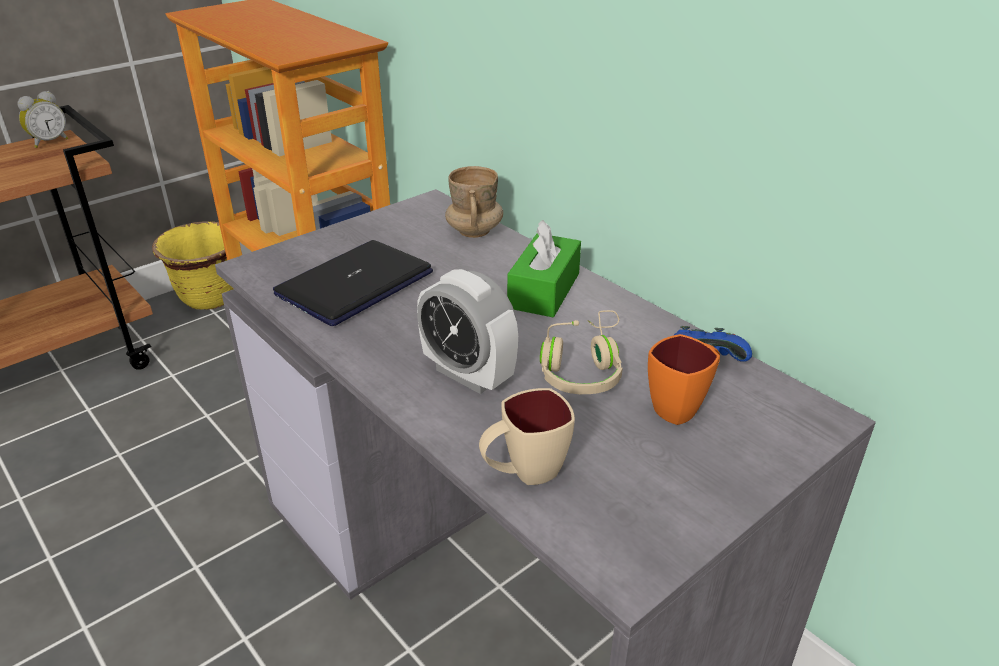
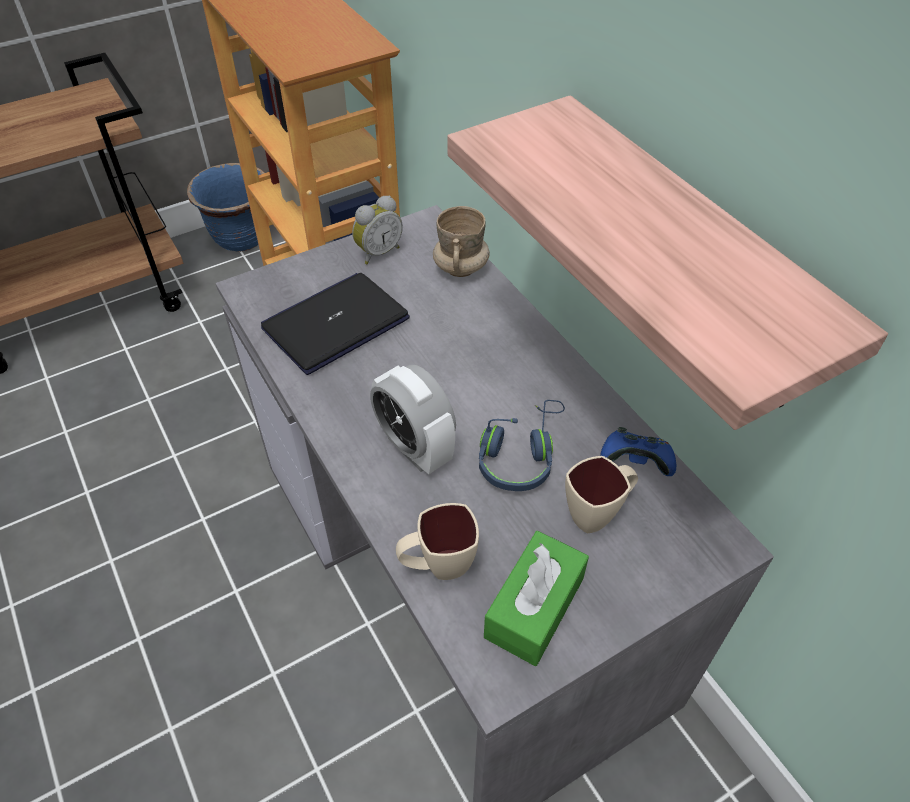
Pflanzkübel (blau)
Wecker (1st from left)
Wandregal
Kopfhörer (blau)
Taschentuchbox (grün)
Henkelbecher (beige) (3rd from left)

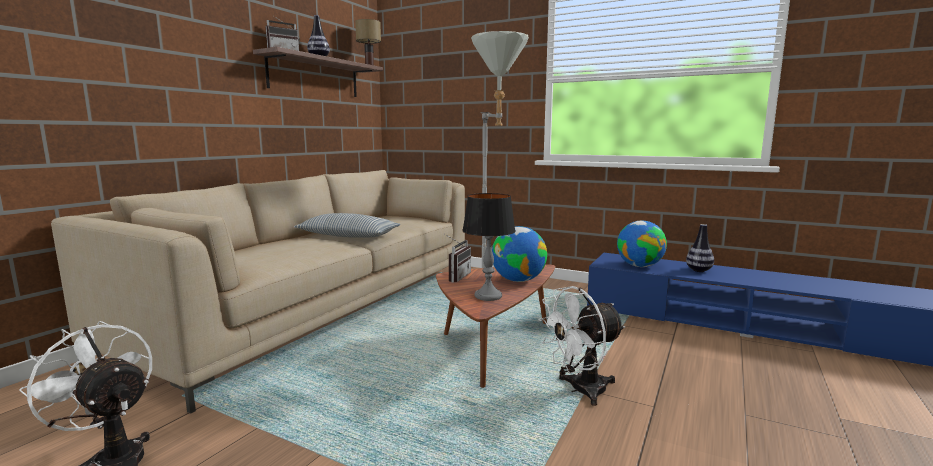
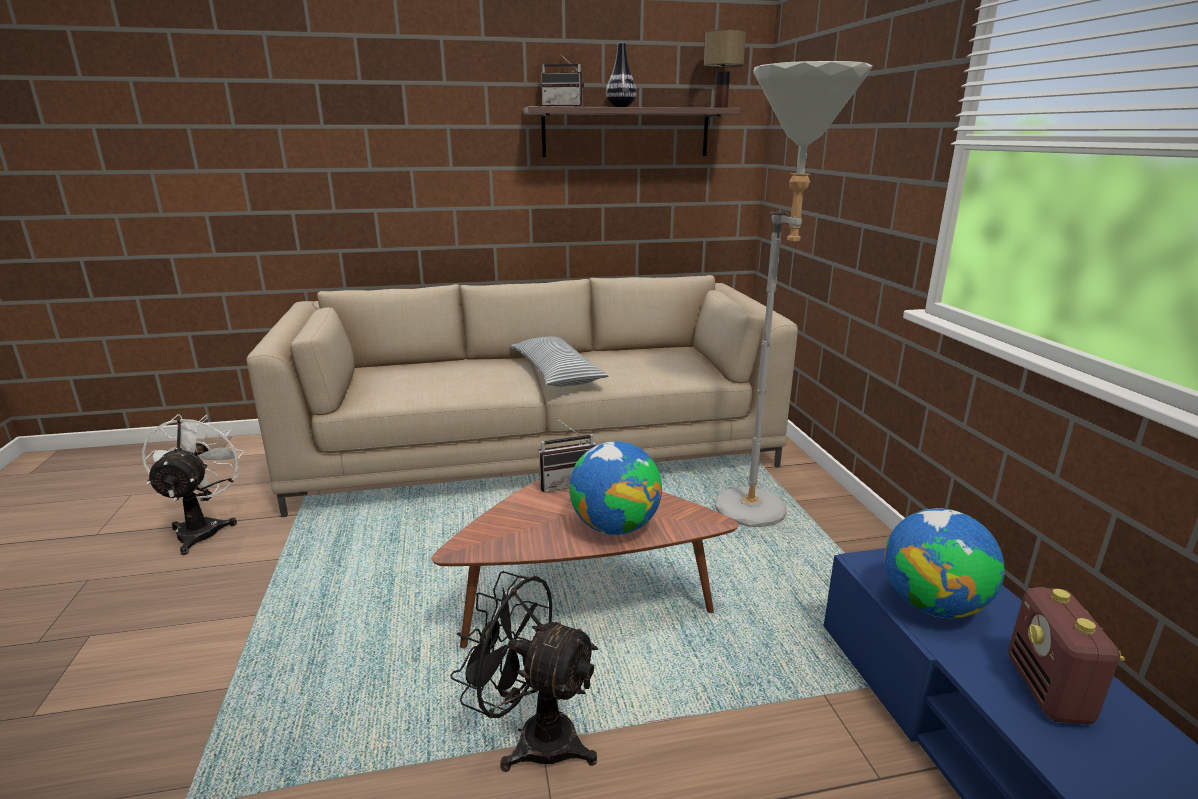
Ventilator (schwarz)
Radio (3rd from left)
Tischlampe (2nd from left in the first image)

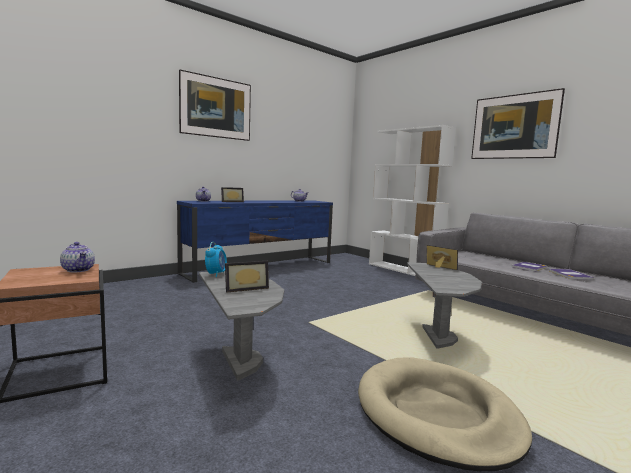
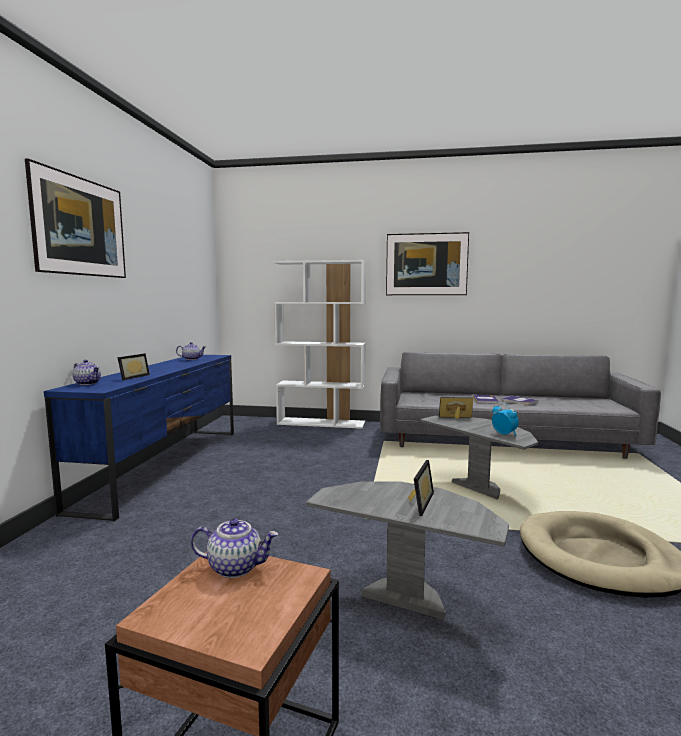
Wecker

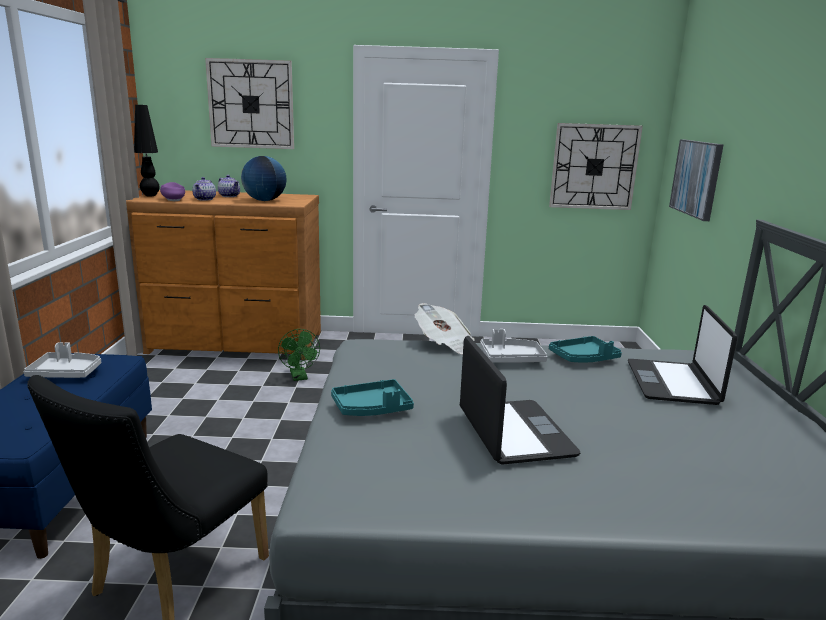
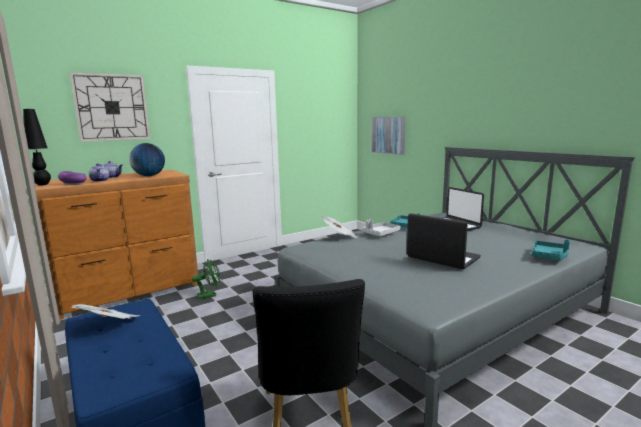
Zeitung (1st from left)
Ventilator (grün)
Tablett (türkis) (2nd from left)
Wanduhr (2nd from left in the first image)

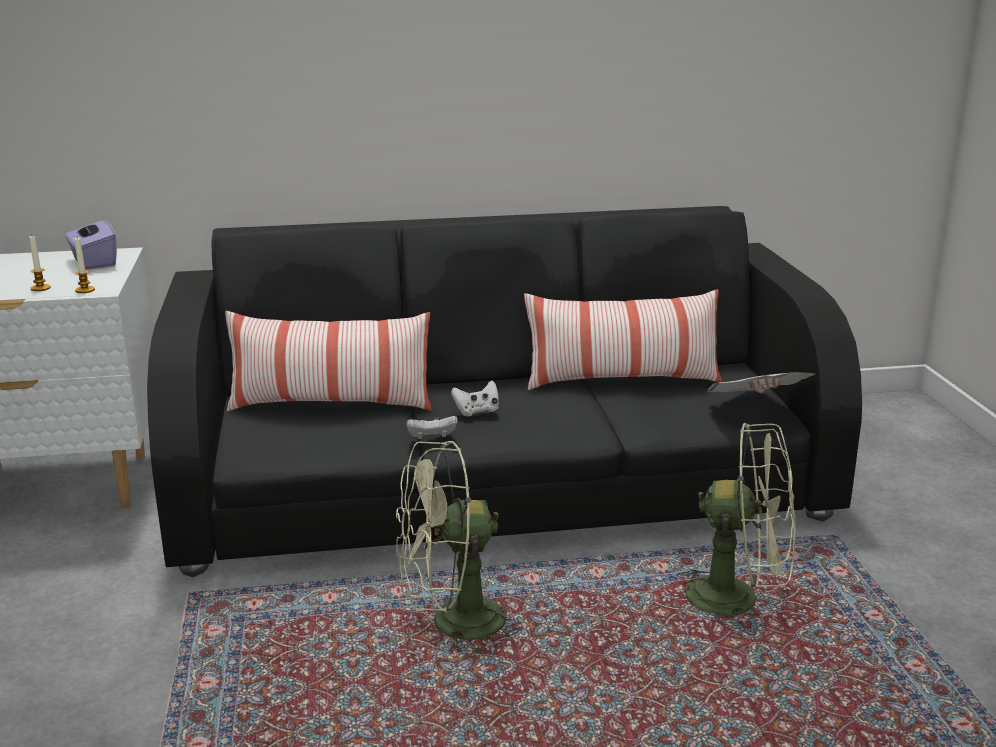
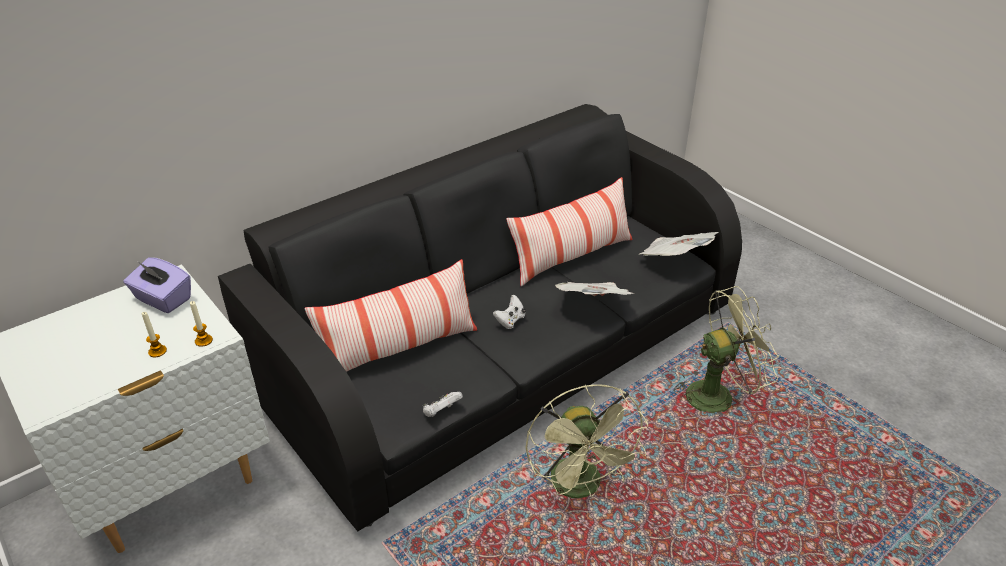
Gamepad (weiß) (1st from left)
Ventilator (grün) (1st from left)
Zeitung (1st from left)

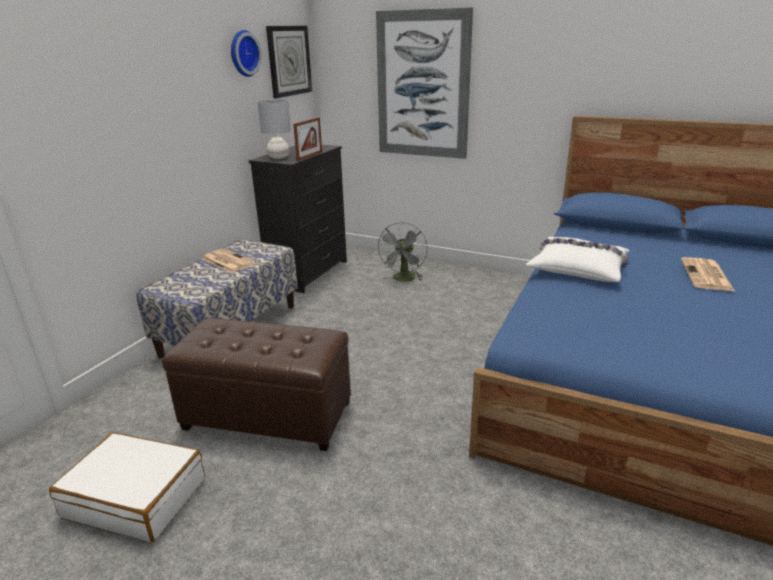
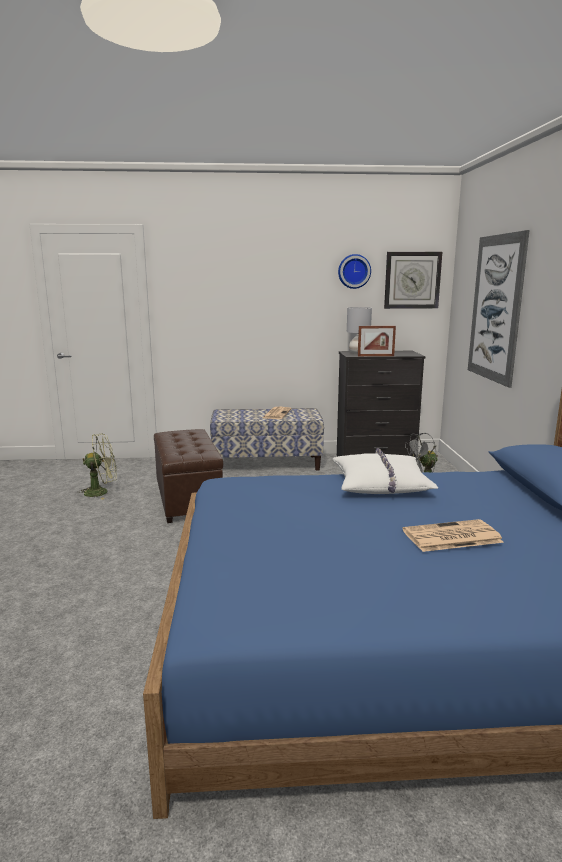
Ventilator (grün)

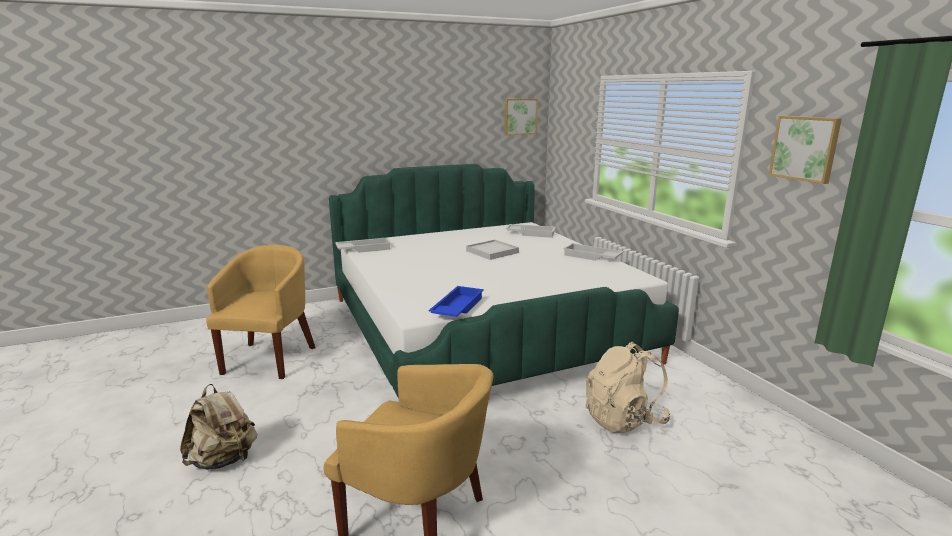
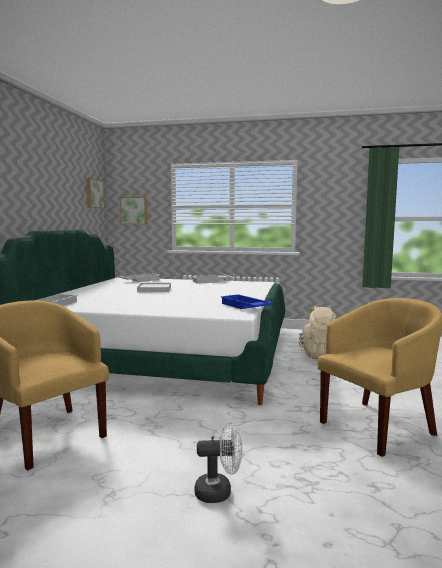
Bild (2nd from left)
Ventilator (weiß)

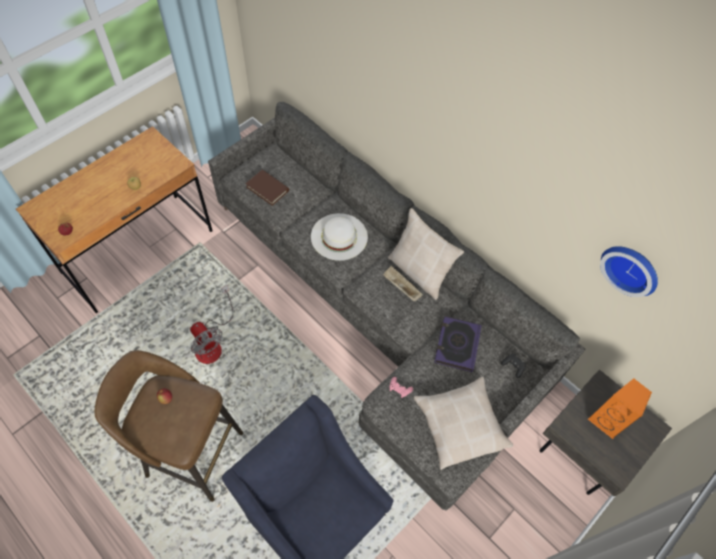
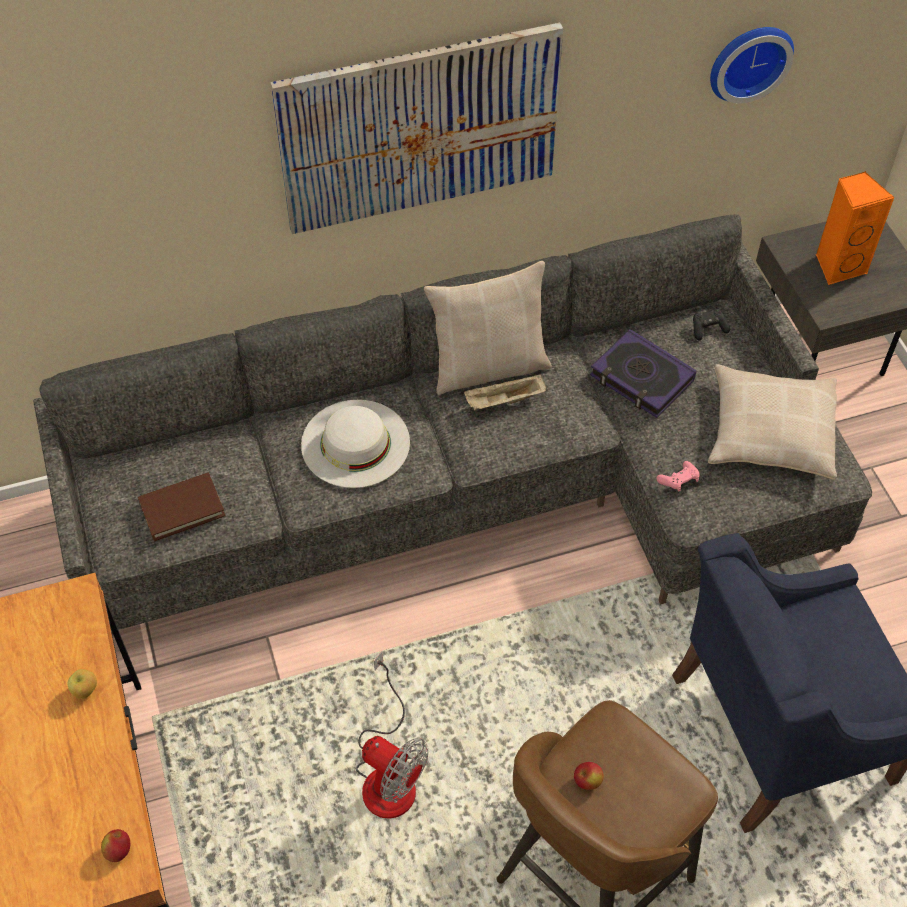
Bild
Ventilator

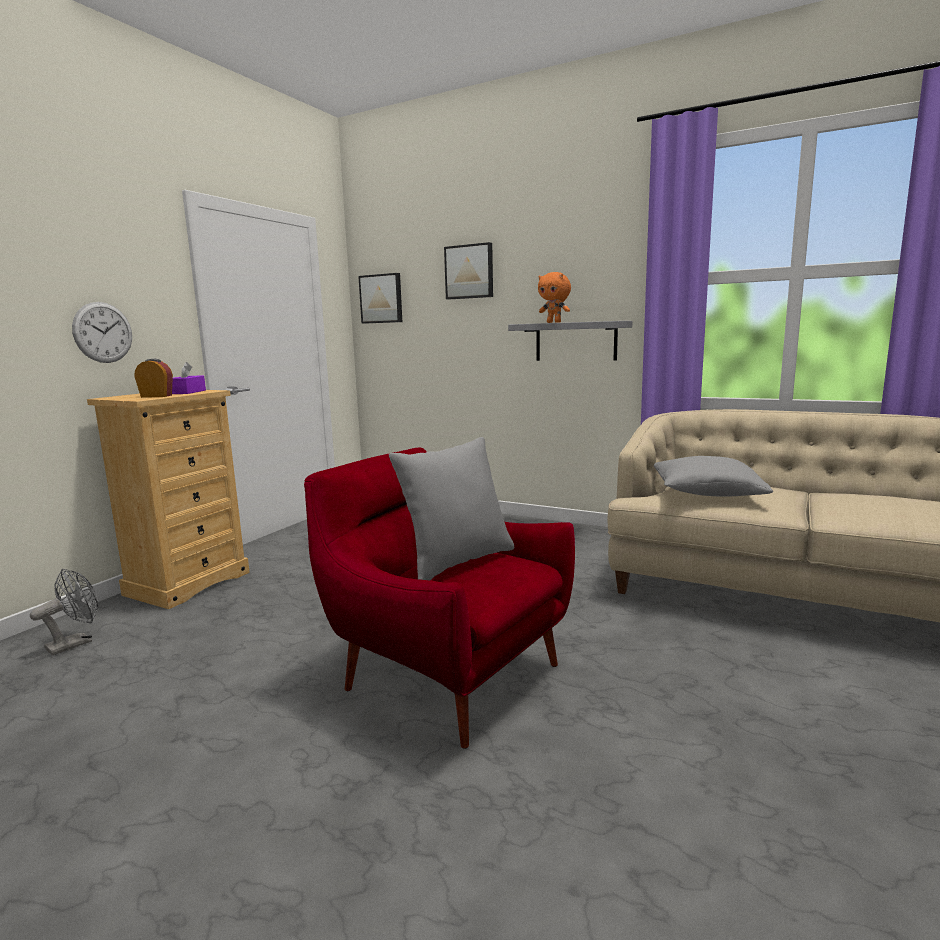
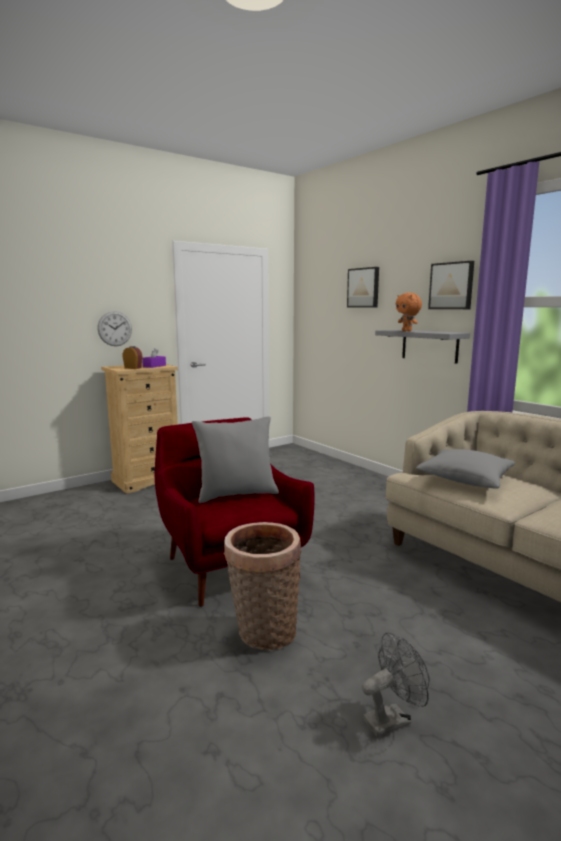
Korb
Ventilator (grau)
Bild (2nd from left)

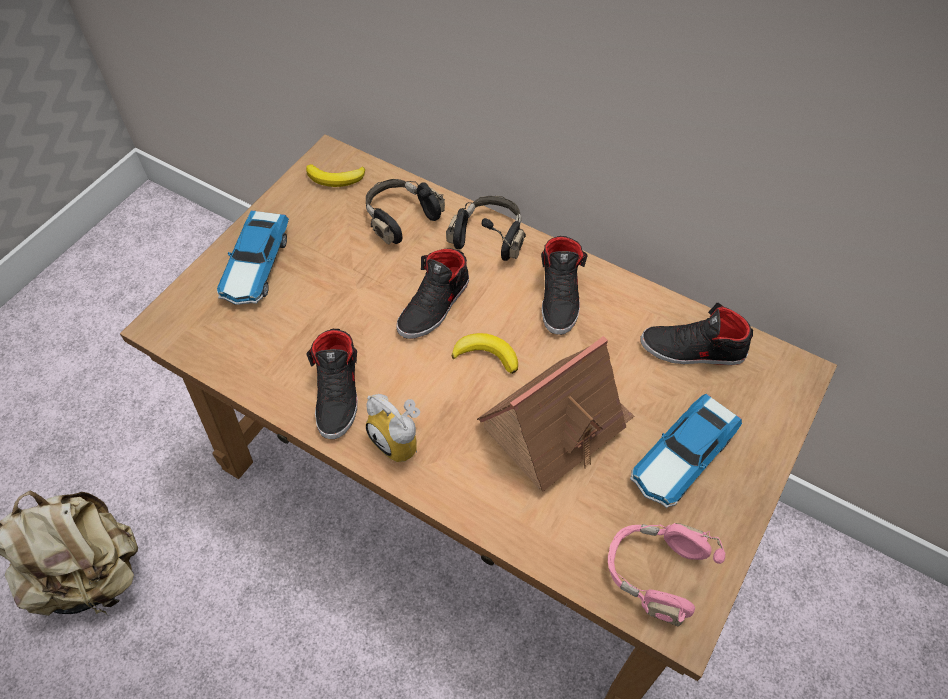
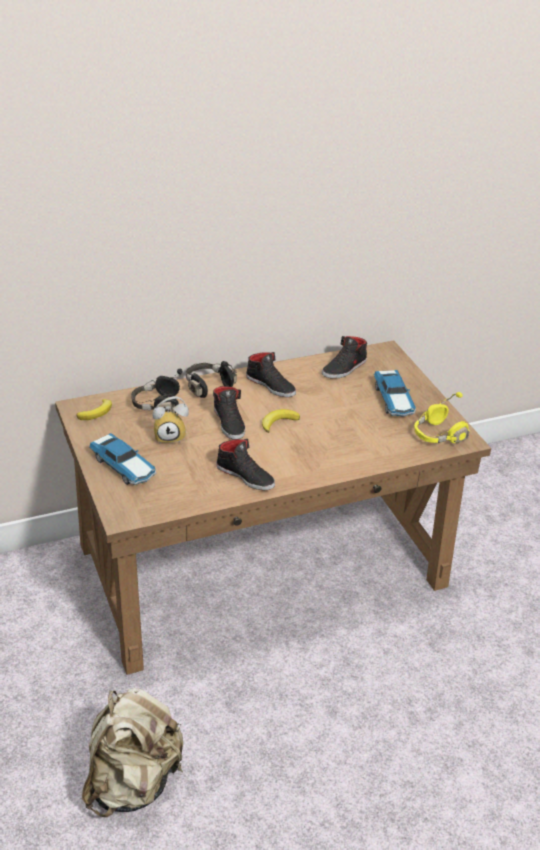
Wecker
Kopfhörer (gelb)
Spielzeughaus

